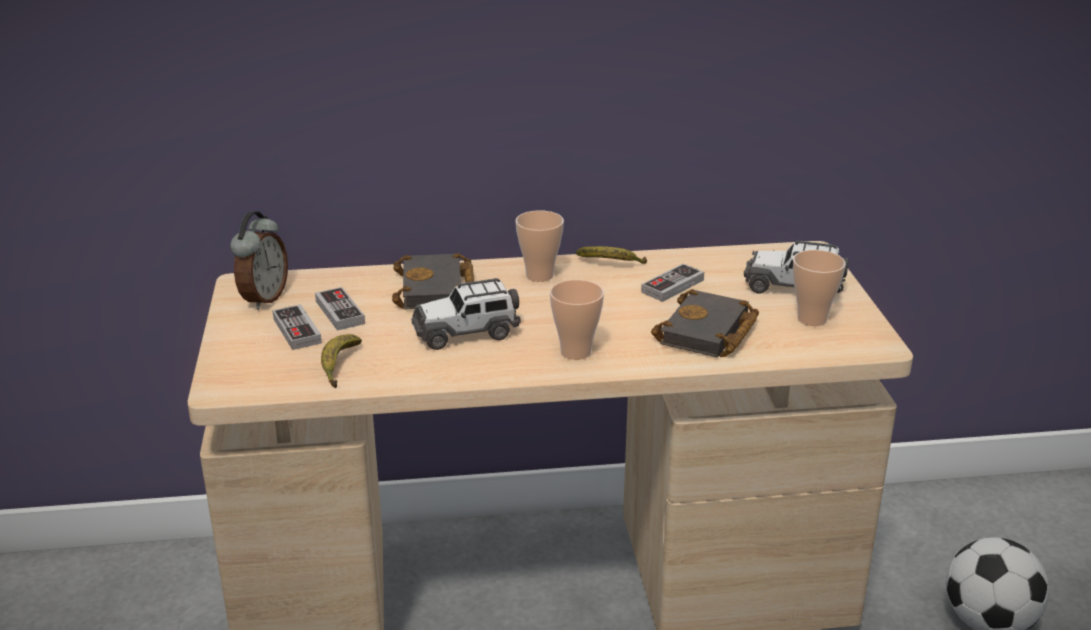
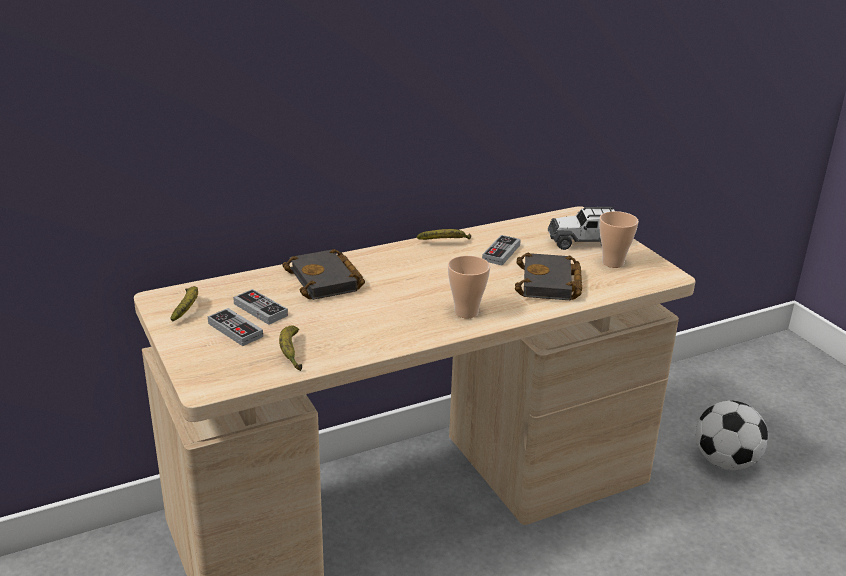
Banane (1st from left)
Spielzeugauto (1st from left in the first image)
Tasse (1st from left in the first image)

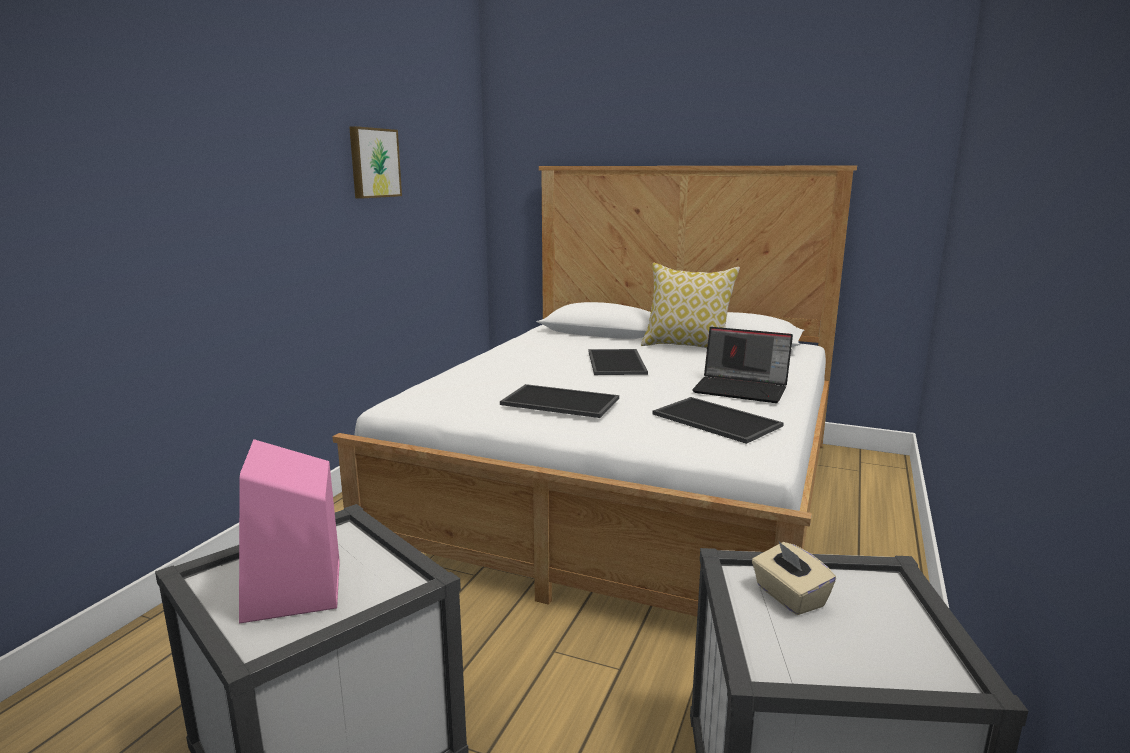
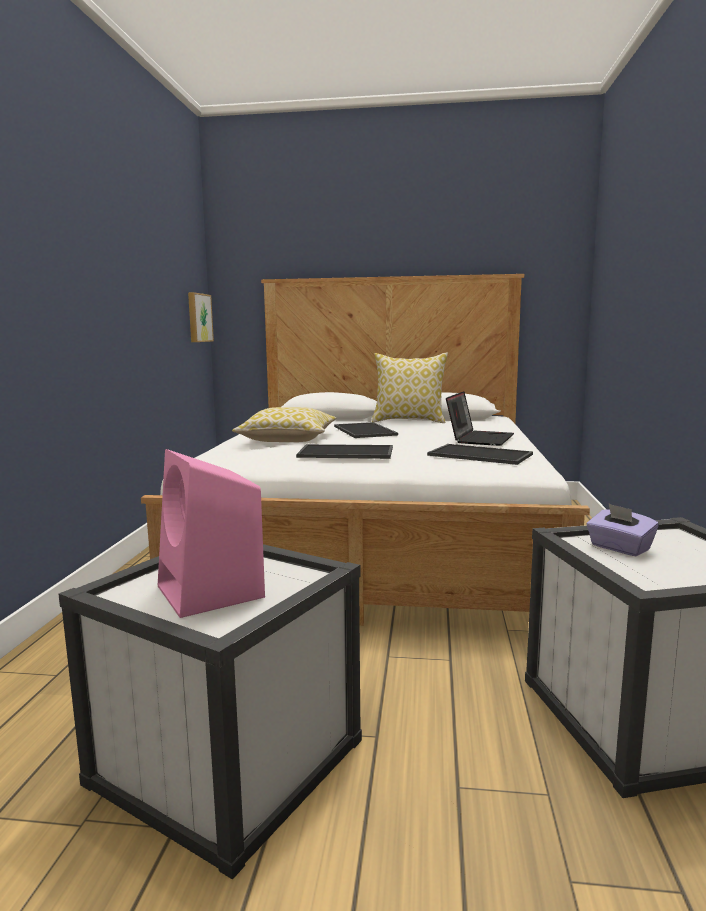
Bild
Kissen (1st from left)
Laptop
Taschentuchbox (lila)

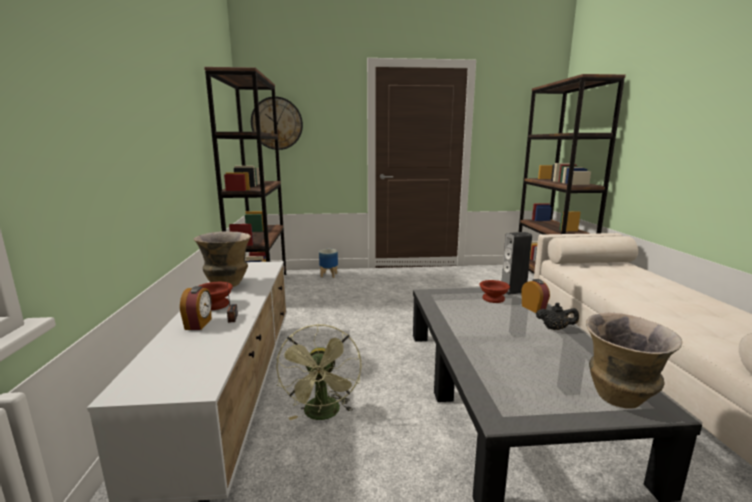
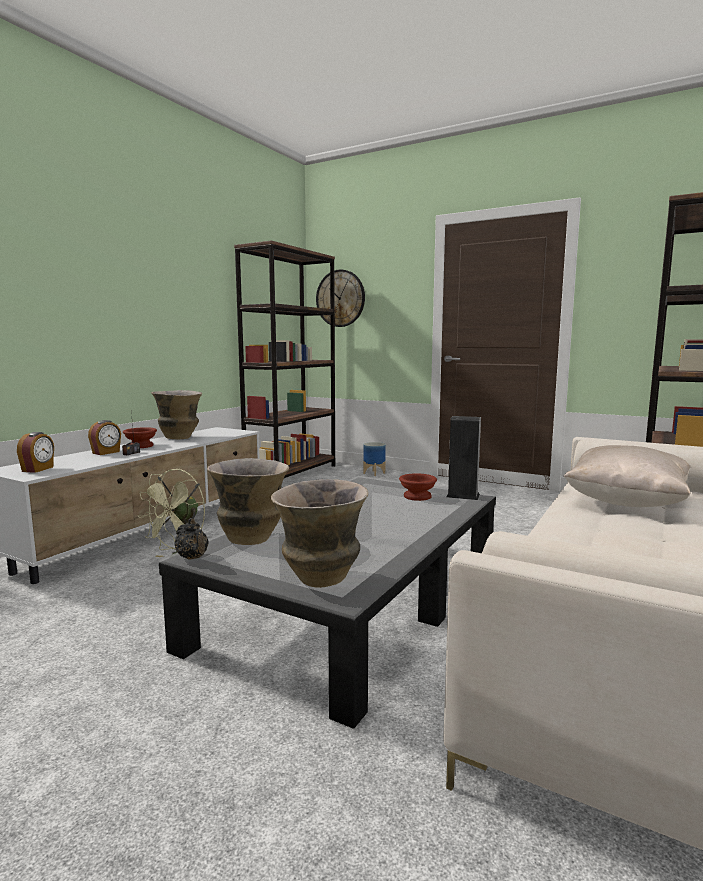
Wecker (1st from left)
Teekanne (schwarz)
Vase (2nd from left)
Kissen (beige)

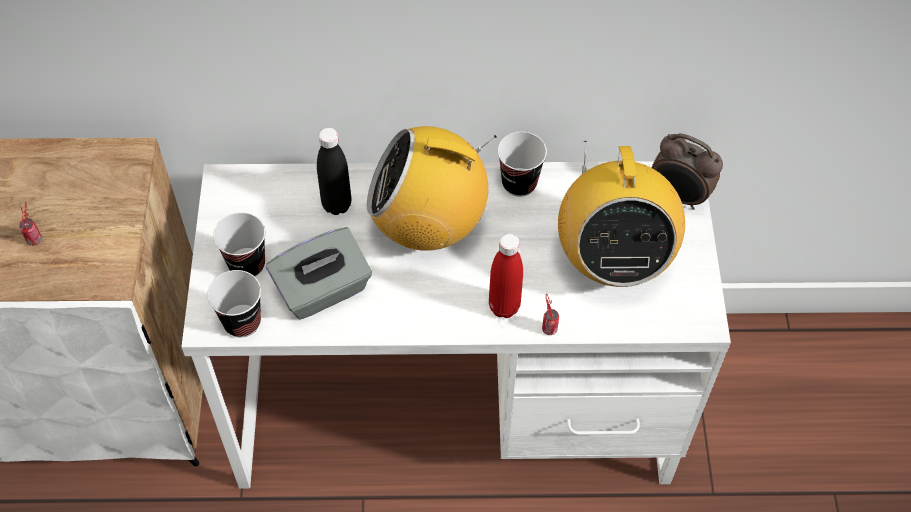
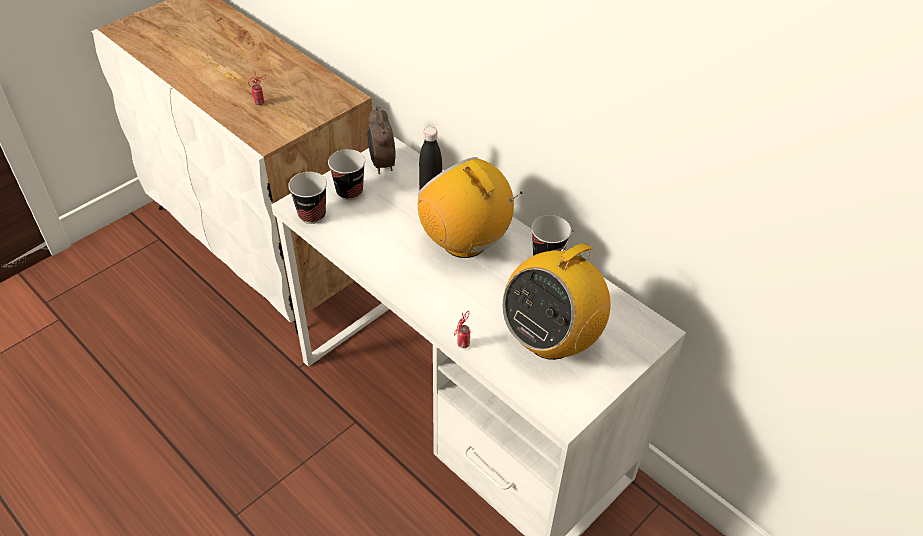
Wecker
Taschentuchbox (grau)
Flasche (rot)

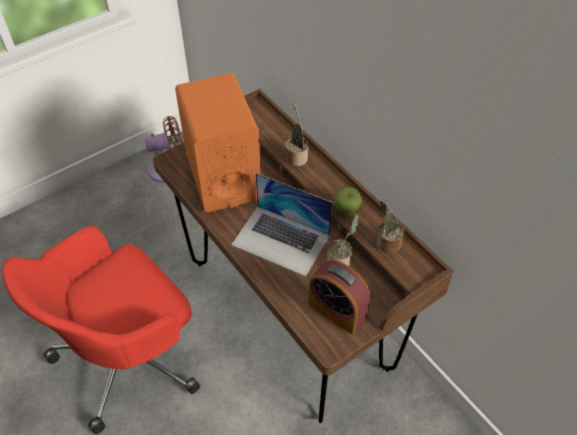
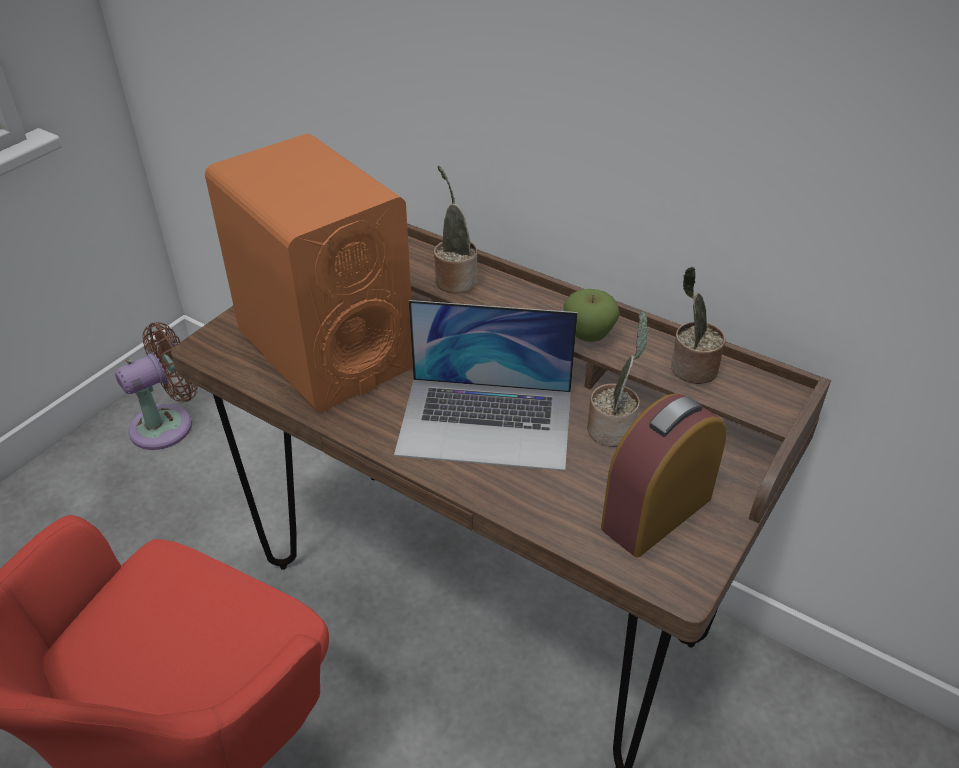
Wecker

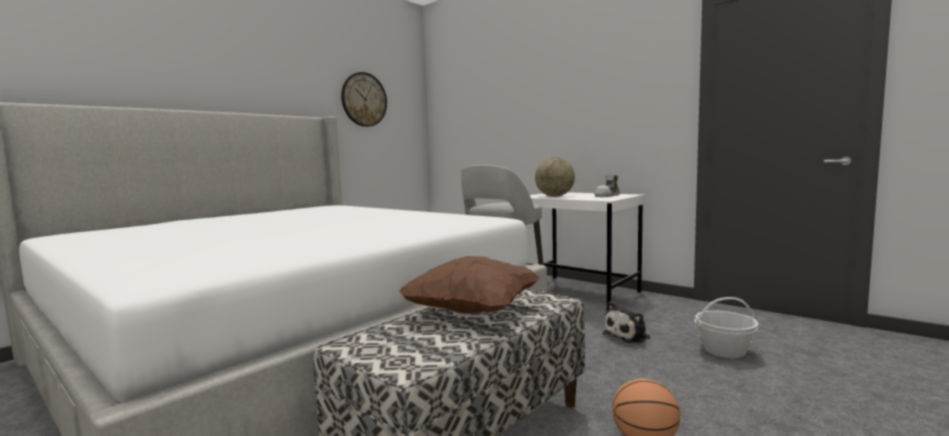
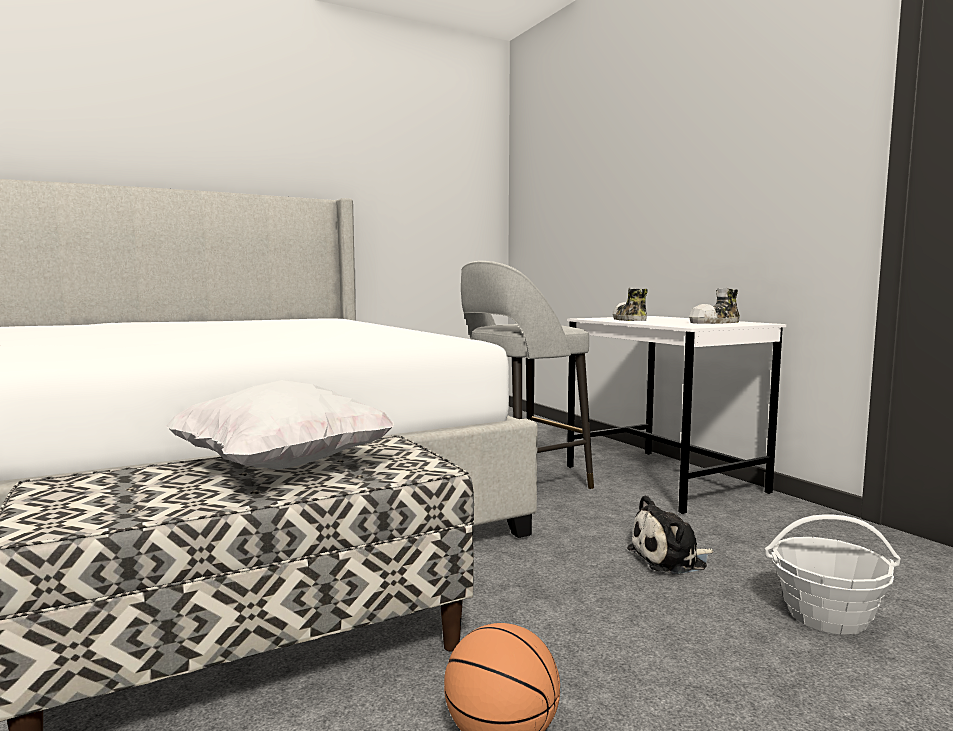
Kissen (weiß)
Schuh (1st from left)
Wanduhr

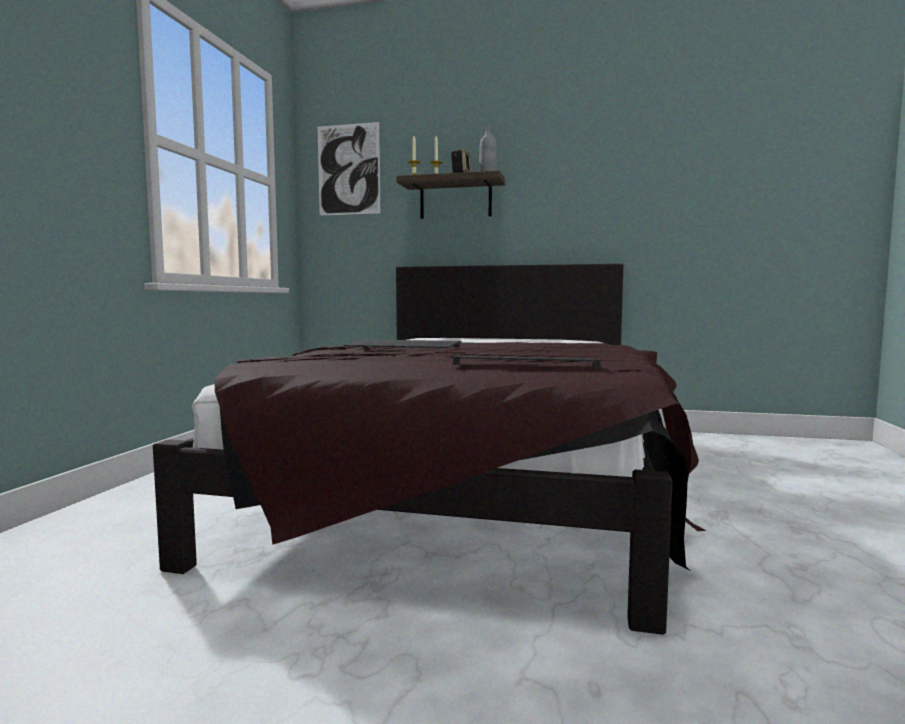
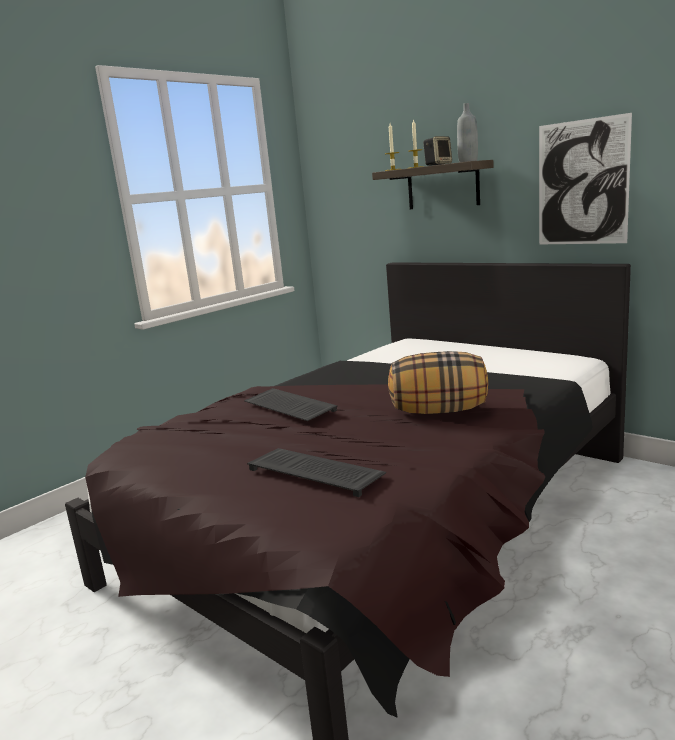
Kissen
Bild

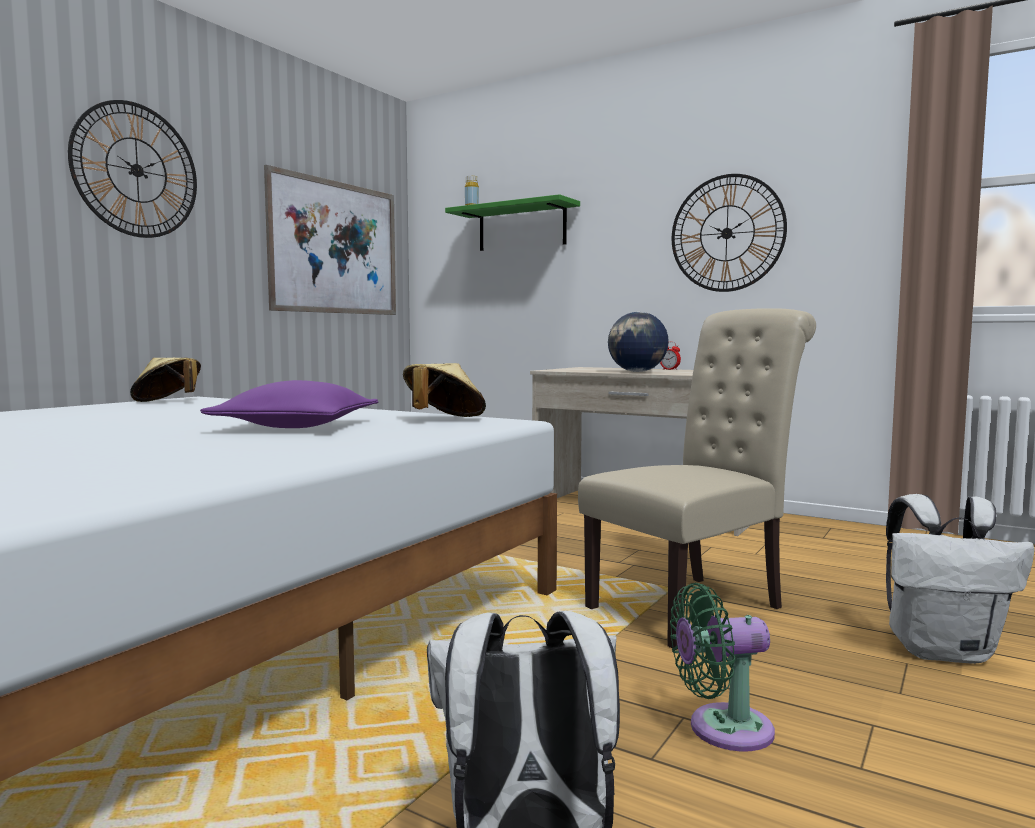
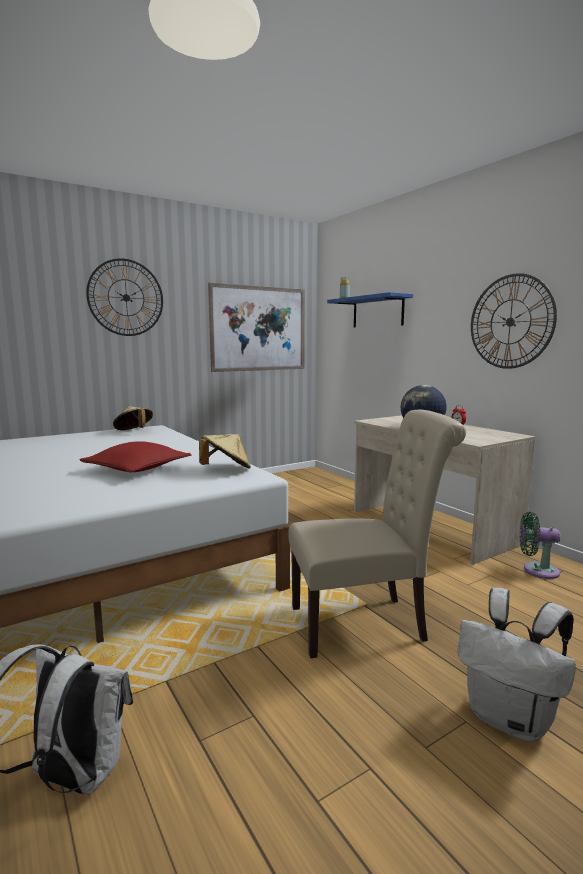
Kissen (rot)
Wandregal (blau)
Ventilator (grün)

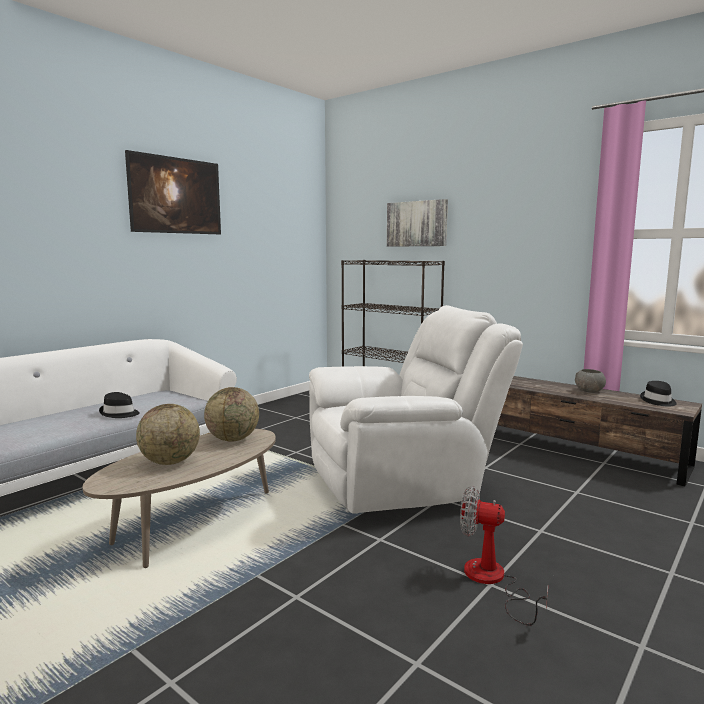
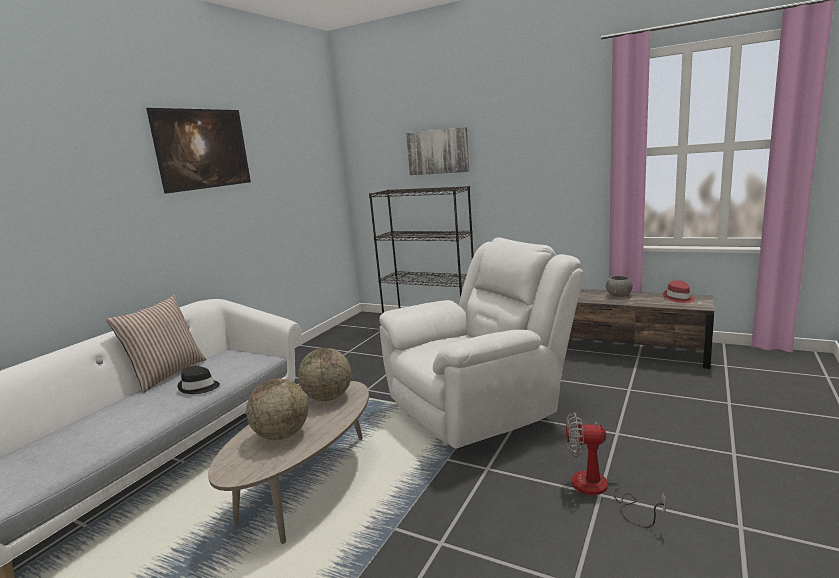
Kissen
Hut (rot)

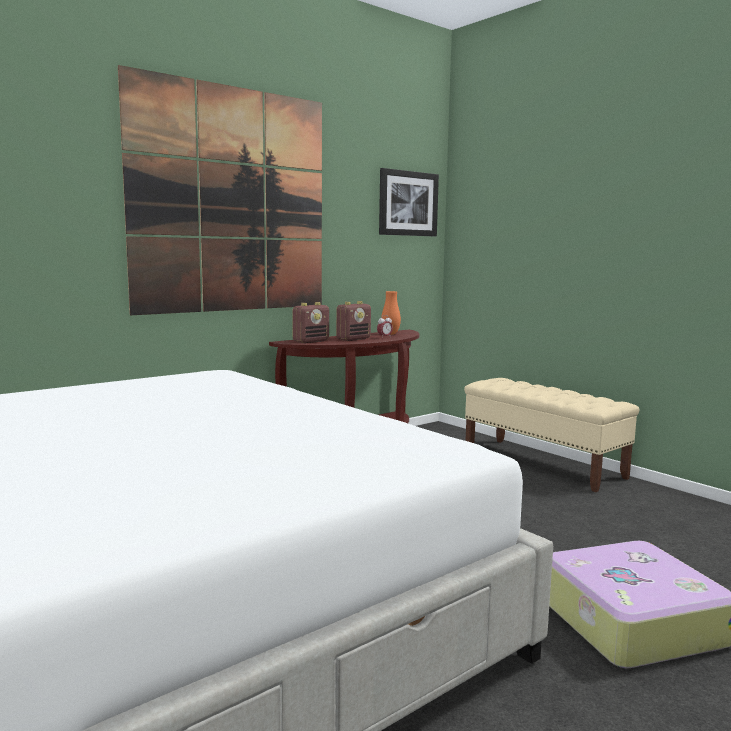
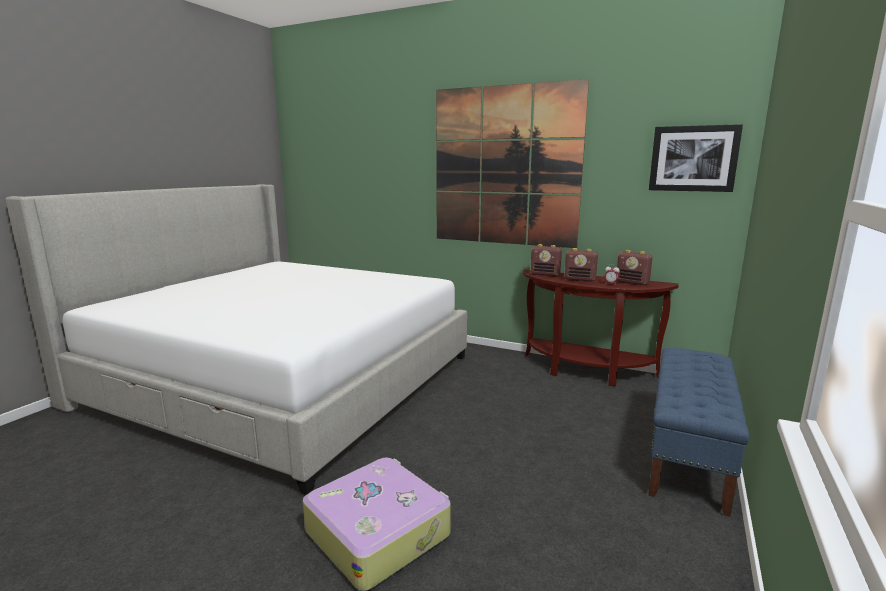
Radio (3rd from left)
Bank (blau)

